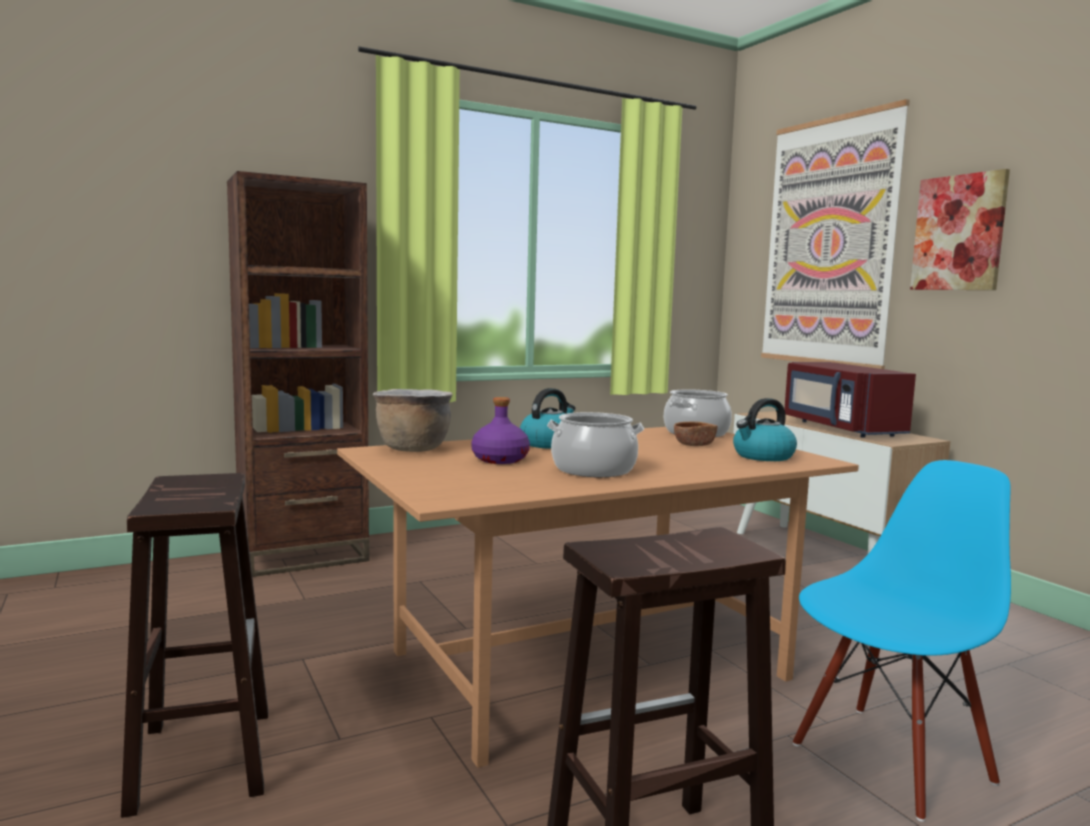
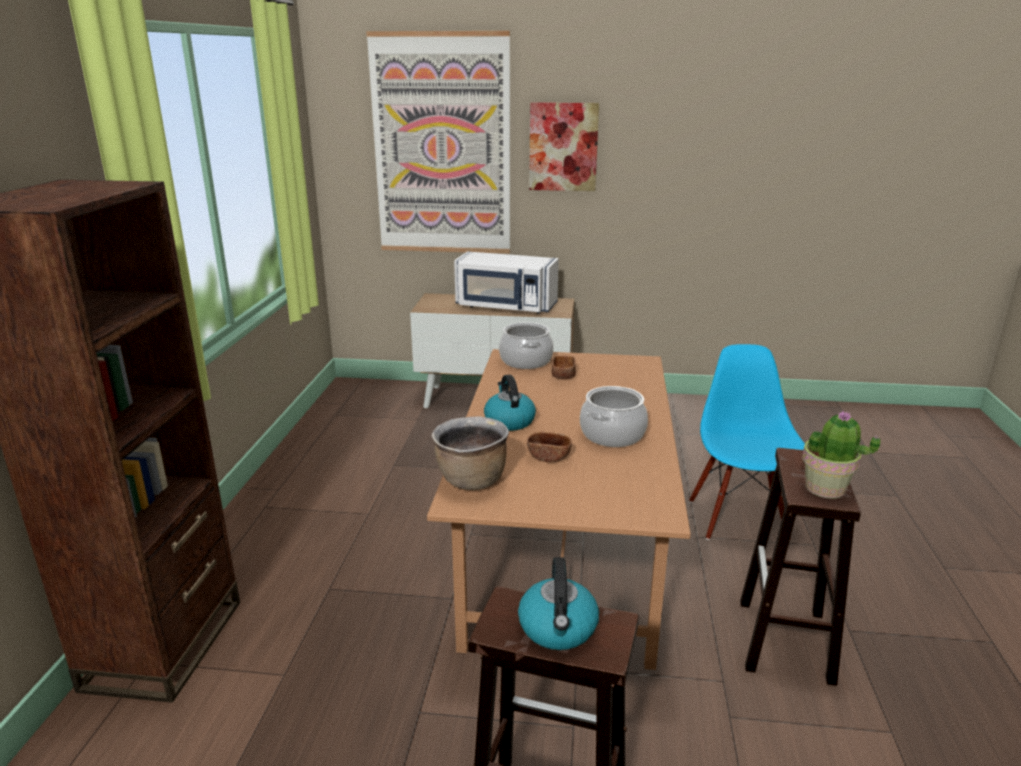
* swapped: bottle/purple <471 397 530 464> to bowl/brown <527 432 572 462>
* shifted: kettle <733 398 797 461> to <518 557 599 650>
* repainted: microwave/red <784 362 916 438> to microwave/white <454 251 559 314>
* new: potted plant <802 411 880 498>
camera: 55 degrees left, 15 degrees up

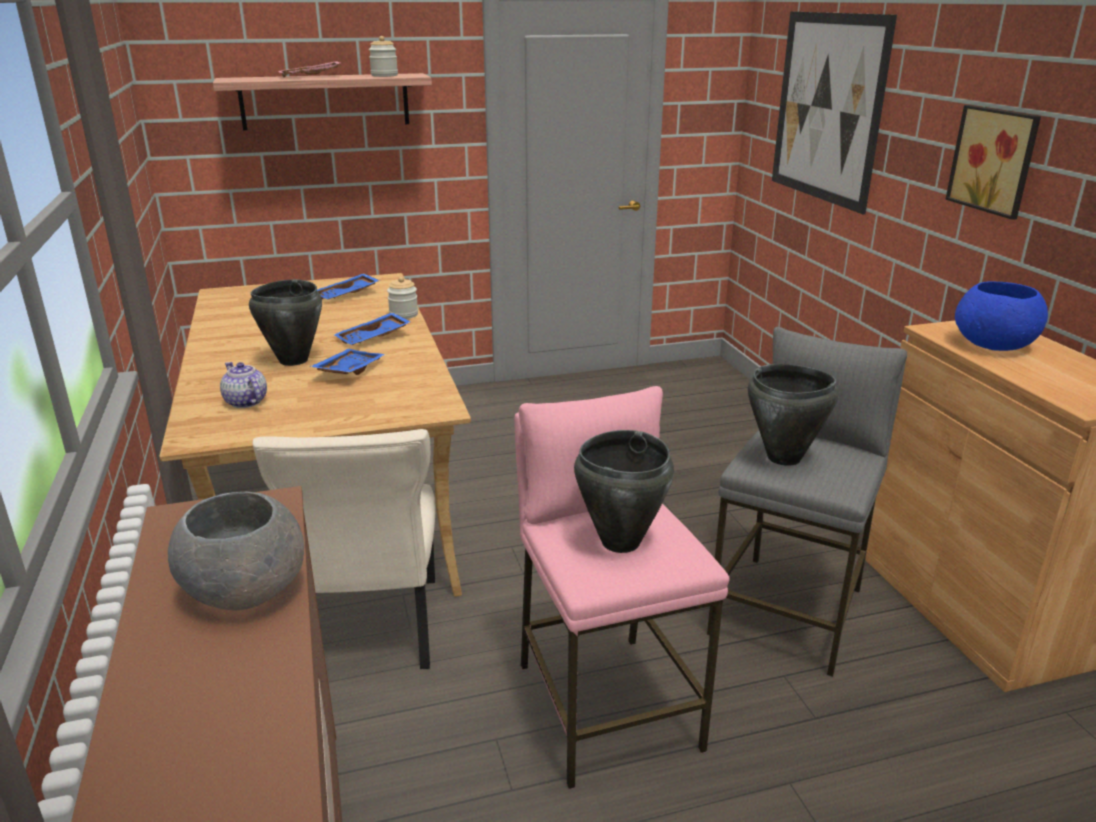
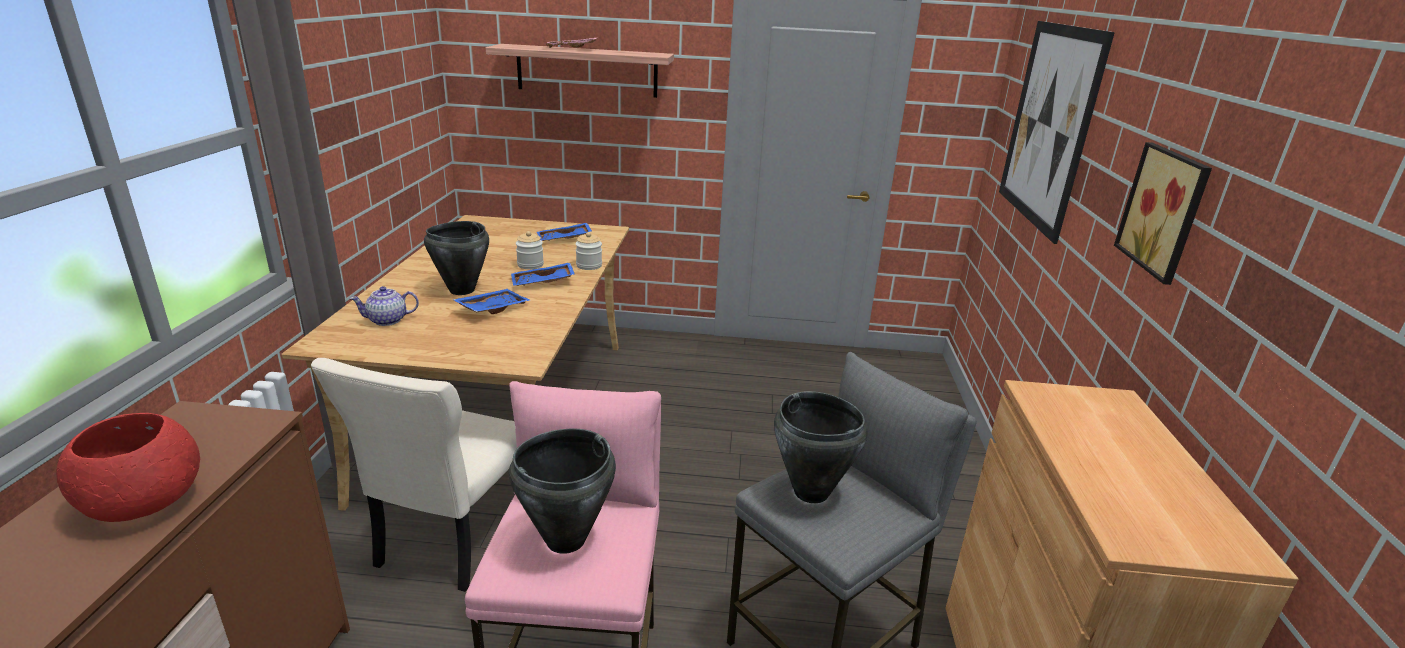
* repainted: bowl/grey <168 492 304 610> to bowl/red <56 413 200 522>
* rotated: teapot <220 362 267 408> = <349 286 419 326> 90 degrees counterclockwise
* shifted: jar <369 36 398 77> to <516 231 544 269>
* gone: bowl/blue <955 282 1048 351>
camera: 20 degrees right, 0 degrees up

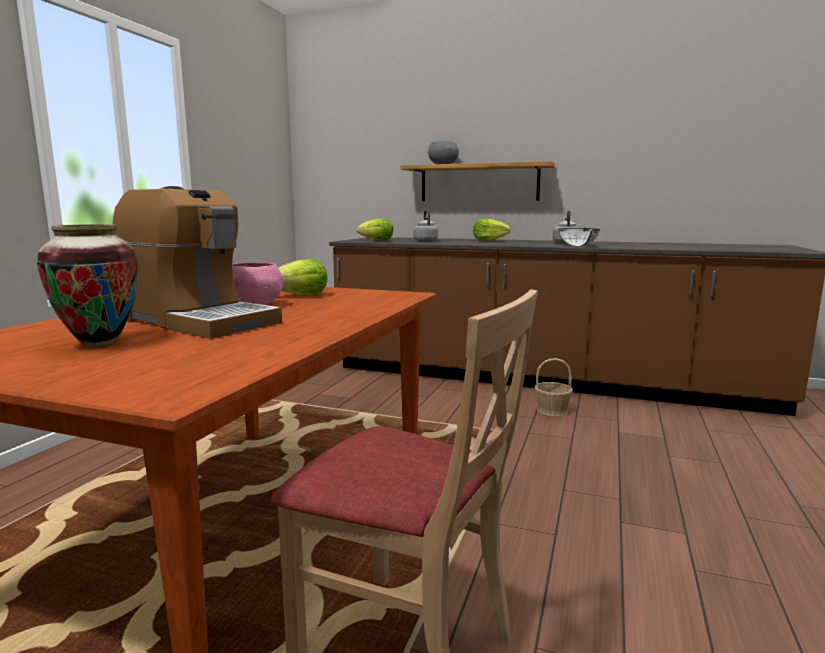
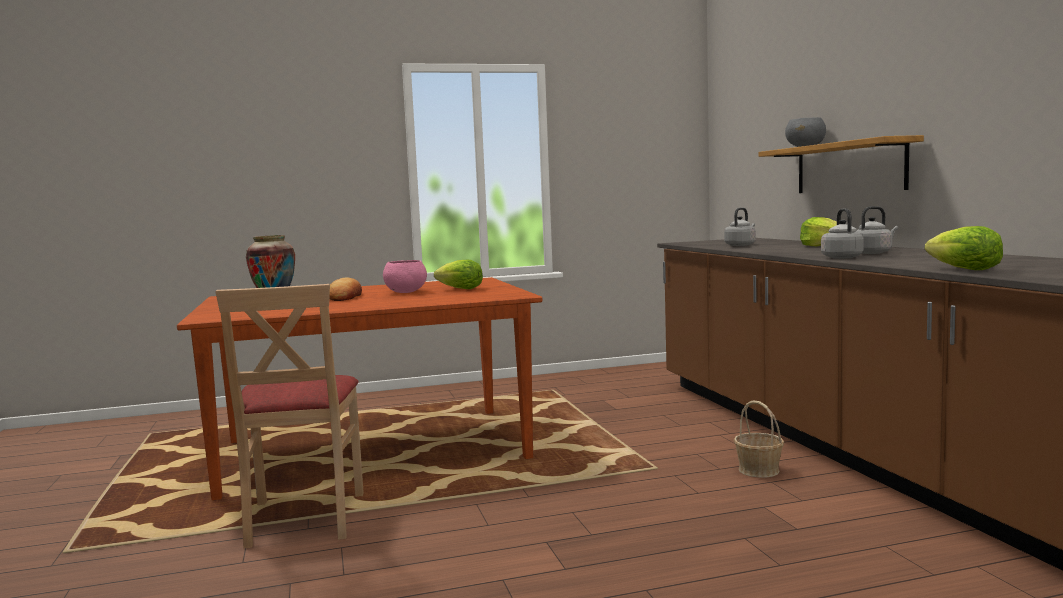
* swapped: coffee machine <112 186 282 339> to bread <329 278 362 301>
* shifted: lettuce <356 219 393 241> to <925 226 1003 270>
* swapped: bowl/white <558 228 600 246> to kettle/grey <821 208 864 259>
camera: 55 degrees right, 5 degrees down

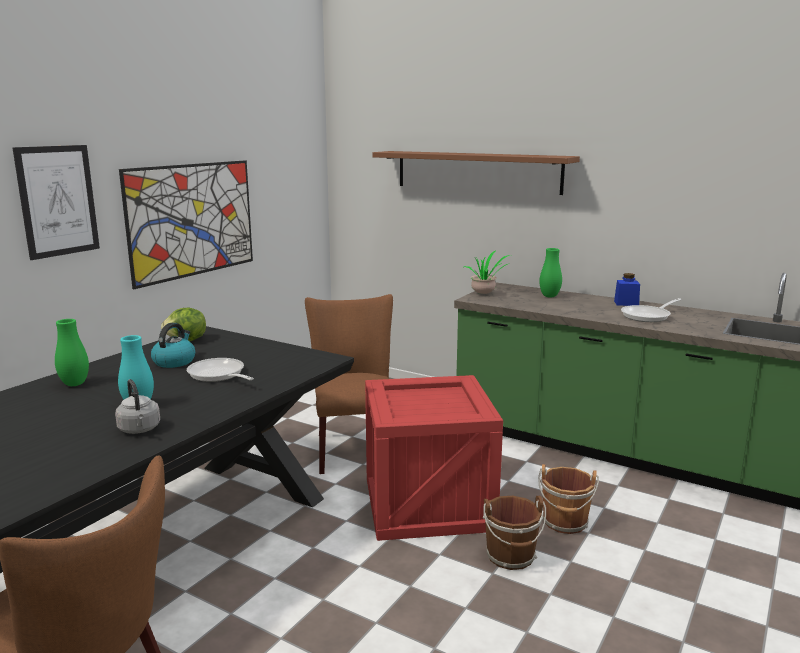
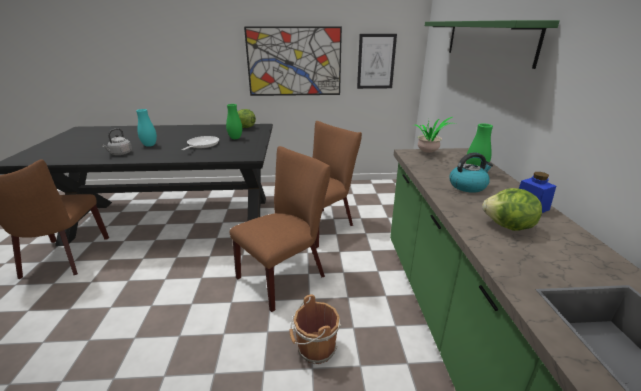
* shifted: picture <12 145 100 260> to <357 34 397 89>
* shifted: vase/green <55 319 89 386> to <226 104 242 139>
* shifted: kettle <151 323 195 368> to <449 152 493 193>
* swapped: crate <365 375 503 541> to chair/brown <230 146 330 312>
* repainted: shelf/brown <372 151 580 195> to shelf/green <425 20 560 69>
* gone: bucket/brown <483 496 546 570>
* swapped: frying pan <621 298 682 322> to lettuce <482 188 542 231>
camera: 55 degrees right, 10 degrees up

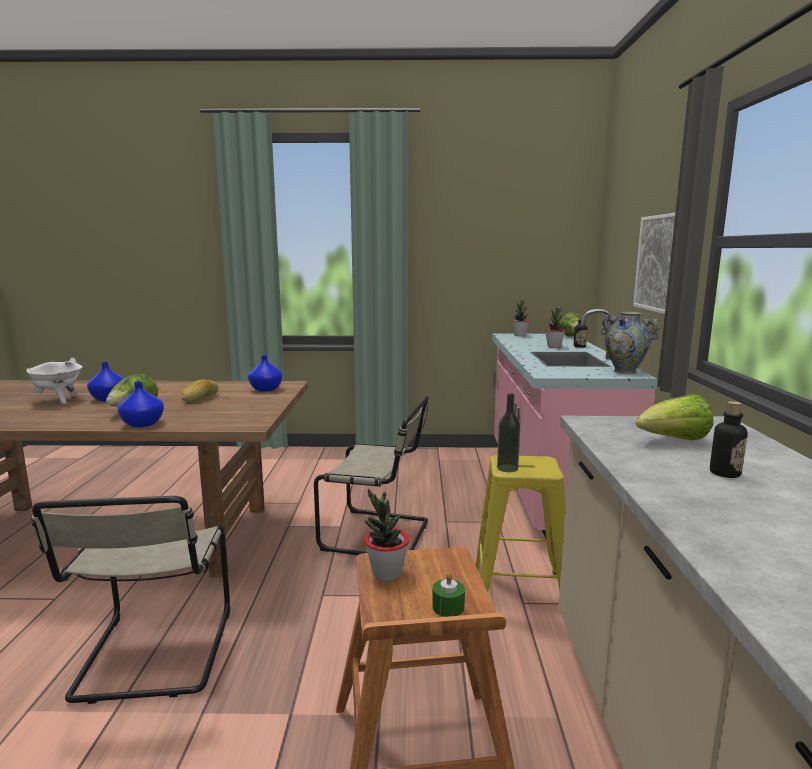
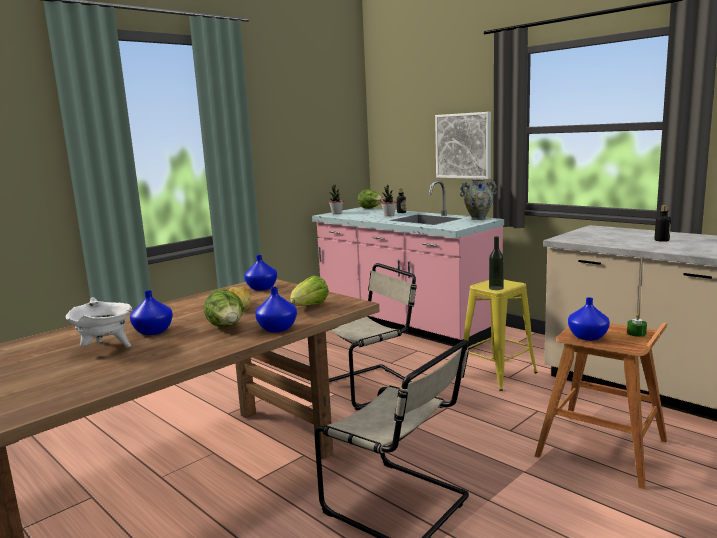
* swapped: potted plant <364 488 410 581> to vase/blue <568 297 610 341>
* shifted: lettuce <636 394 713 440> to <290 276 329 306>
camera: 45 degrees left, 0 degrees up

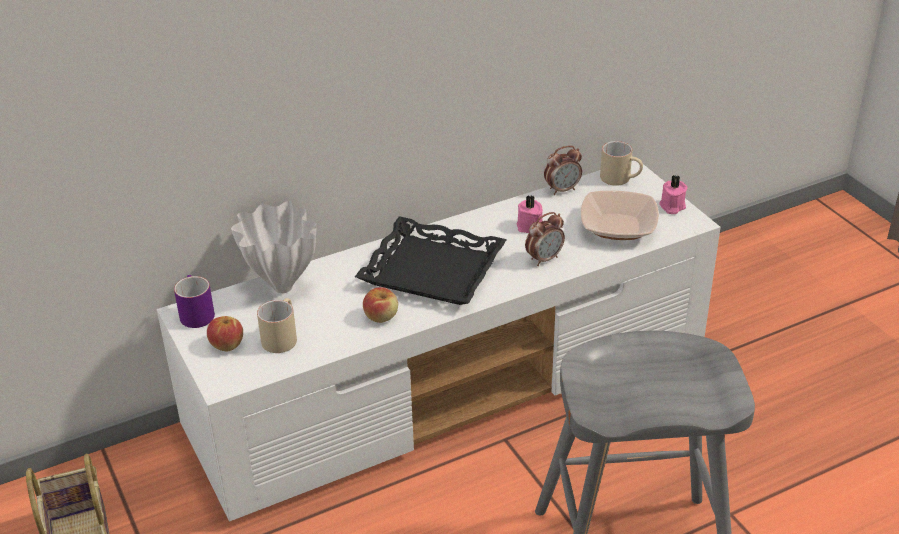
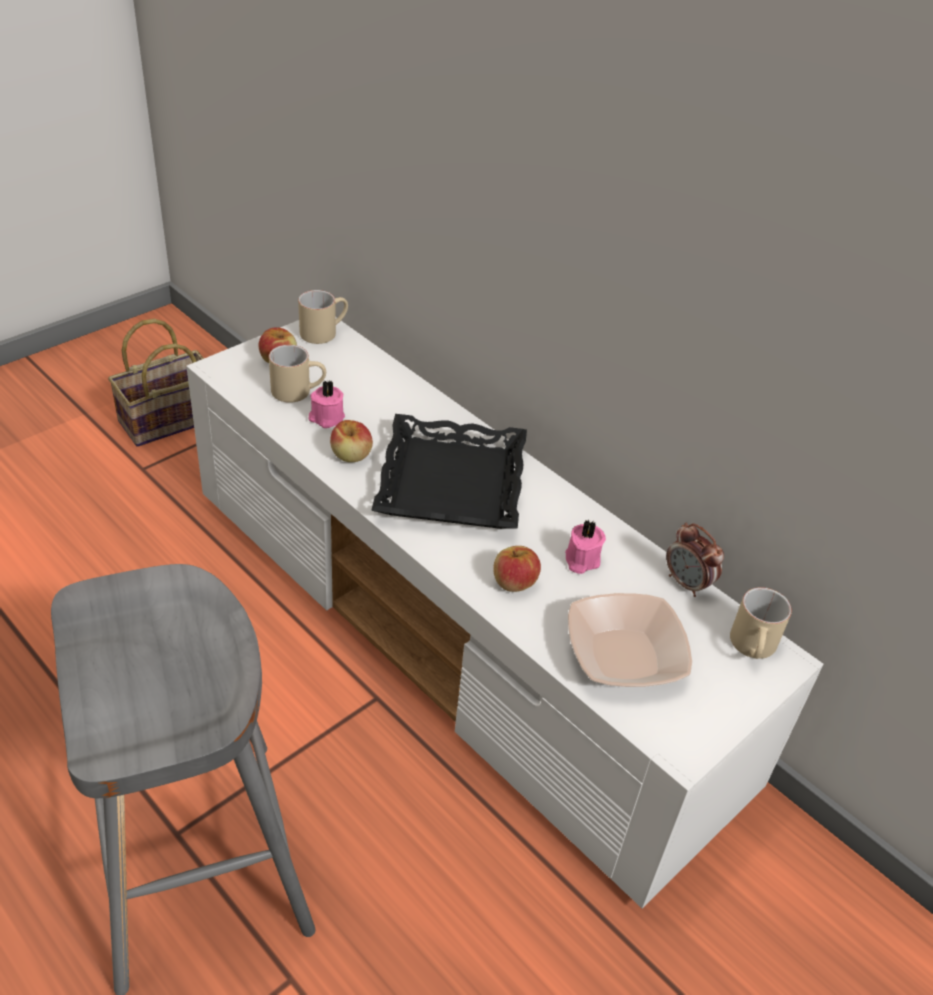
* repainted: mug/purple <174 275 215 328> to mug/beige <298 290 348 344>
* gone: vase/white <231 201 316 293>
* swapped: alarm clock <525 212 565 266> to apple <493 546 541 592>
* shifted: candle/pink <659 175 688 214> to <308 380 345 428>
camera: 70 degrees right, 5 degrees up

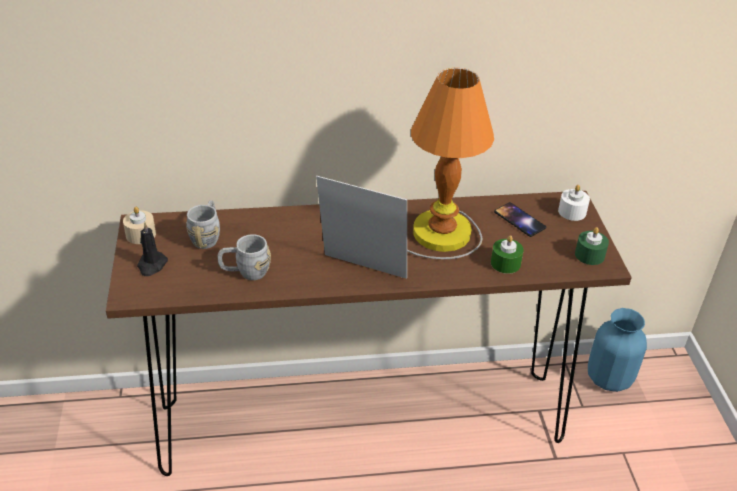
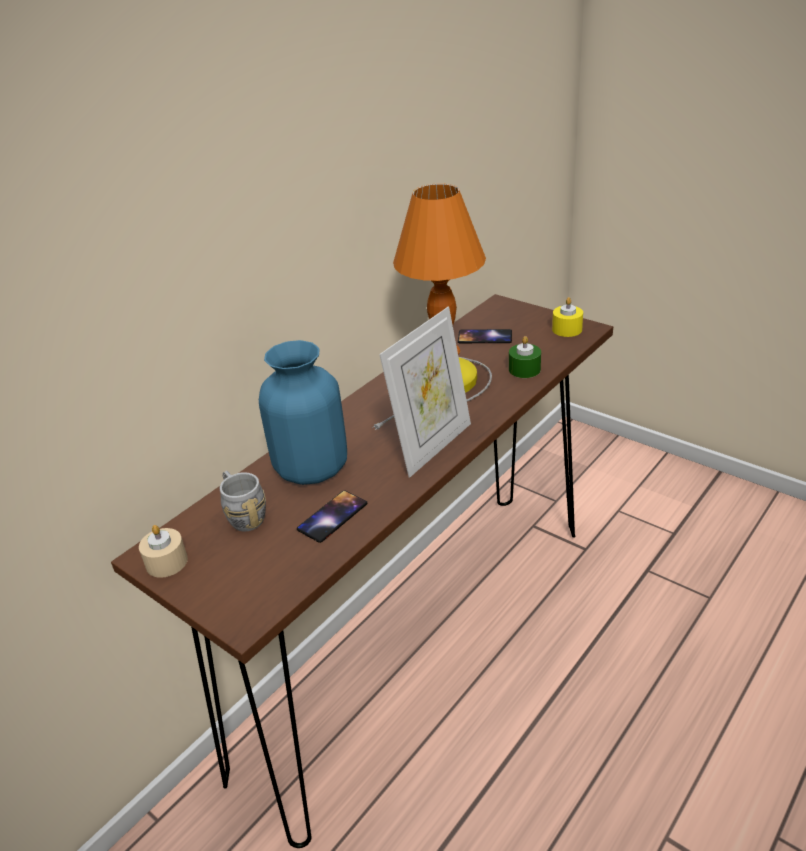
* gone: candle/black <137 222 168 276>
* swapped: mug/grey <218 234 271 280> to phone <297 490 367 543>
* rotated: picture frame <316 176 407 279> = <379 307 471 478> 150 degrees clockwise
* gone: candle/white <558 185 590 221>
* repainted: candle/green <575 227 609 265> to candle/yellow <552 297 583 337>
* shifted: vase/blue <588 308 647 392> to <259 340 347 485>
camera: 40 degrees left, 5 degrees down

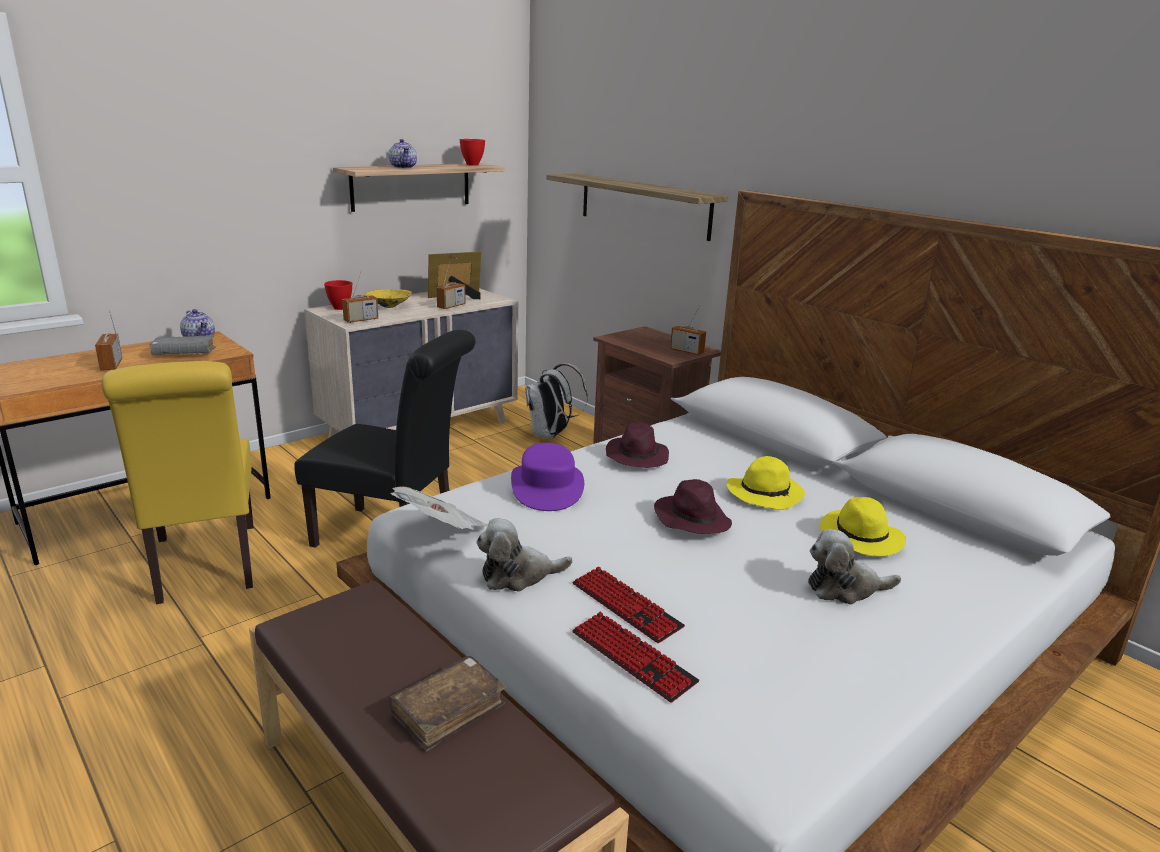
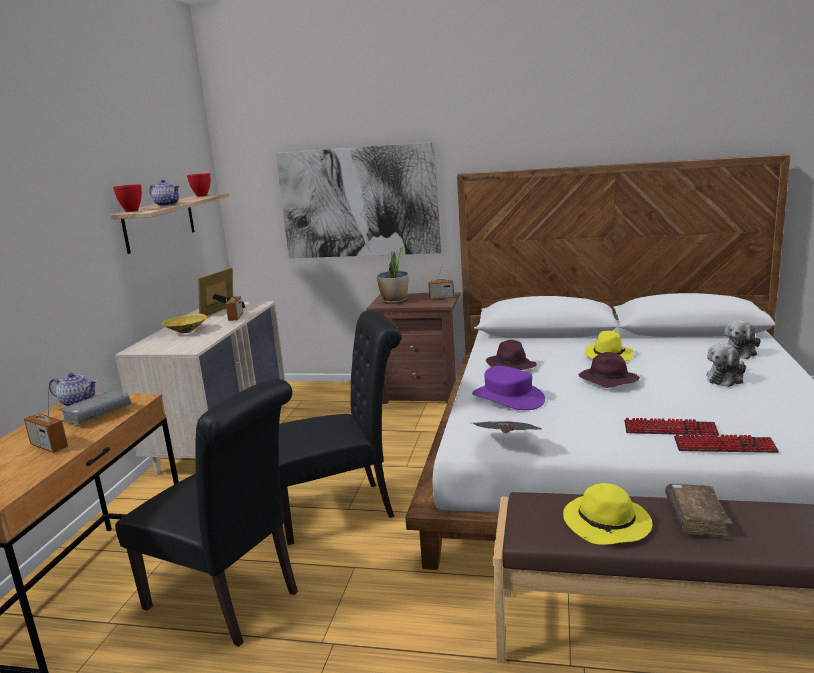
* repainted: chair/yellow <101 361 254 604> to chair/black <115 379 298 647>
* shifted: bowl/red <324 280 352 310> to <113 184 142 212>
* gone: radio <342 272 378 323>
* shifted: plush toy <476 518 572 592> to <725 320 761 359>
* gone: backpack/white <525 363 588 439>
* swapped: shelf <546 173 729 241> to picture <276 142 441 258>
* shifted: hat/yellow <820 497 906 556> to <563 483 652 545>
* new: potted plant <377 244 408 304>
camera: 35 degrees left, 5 degrees down

